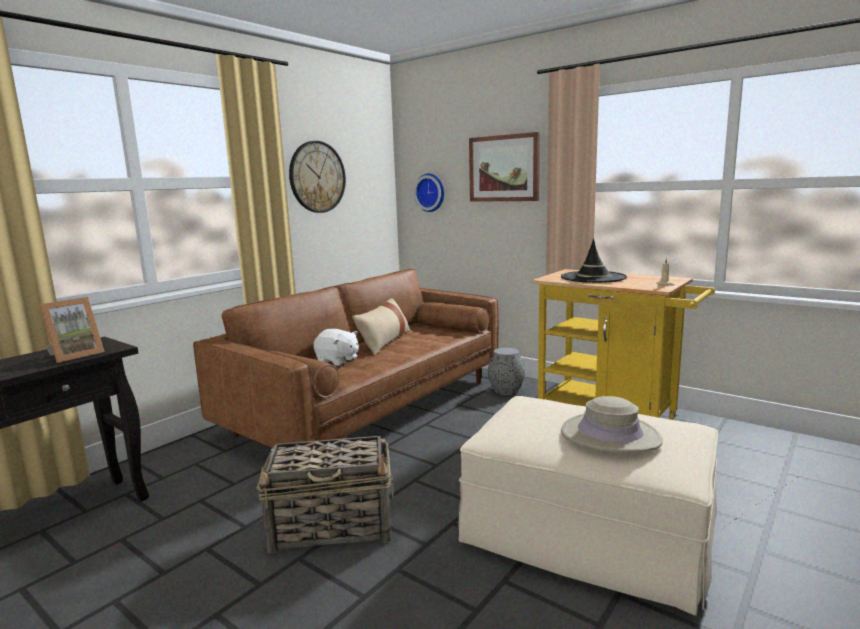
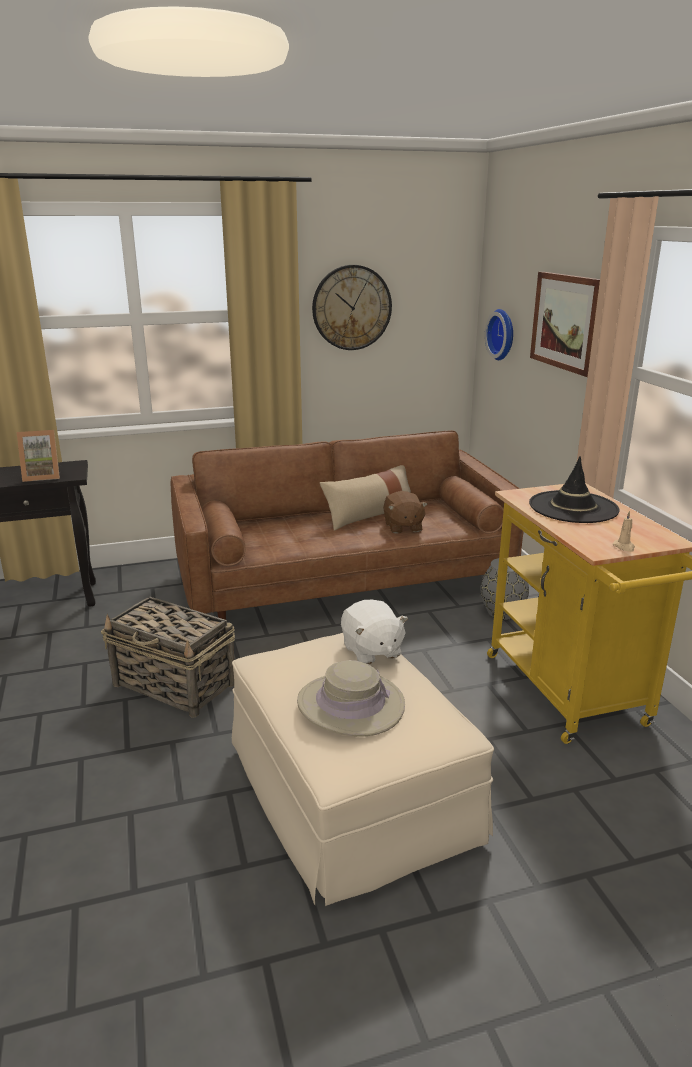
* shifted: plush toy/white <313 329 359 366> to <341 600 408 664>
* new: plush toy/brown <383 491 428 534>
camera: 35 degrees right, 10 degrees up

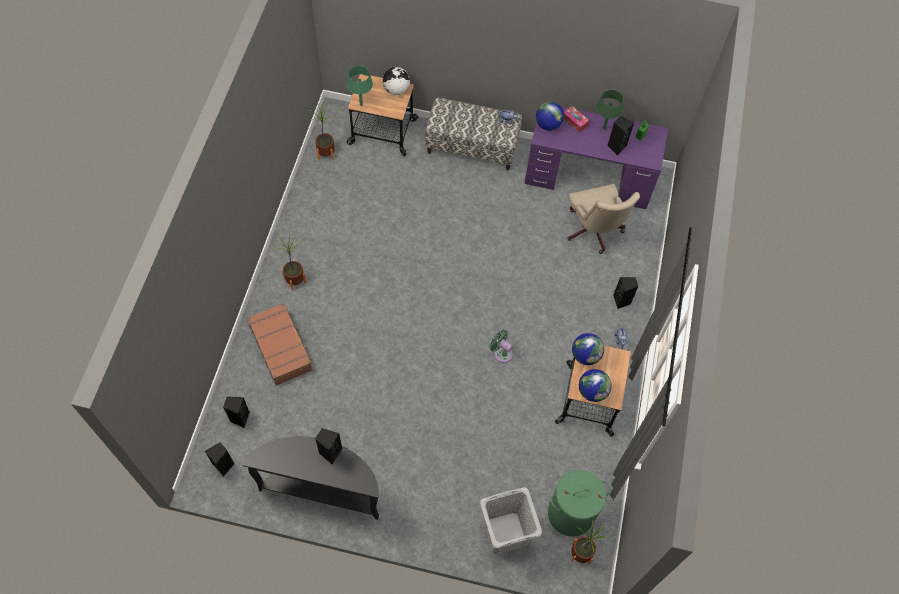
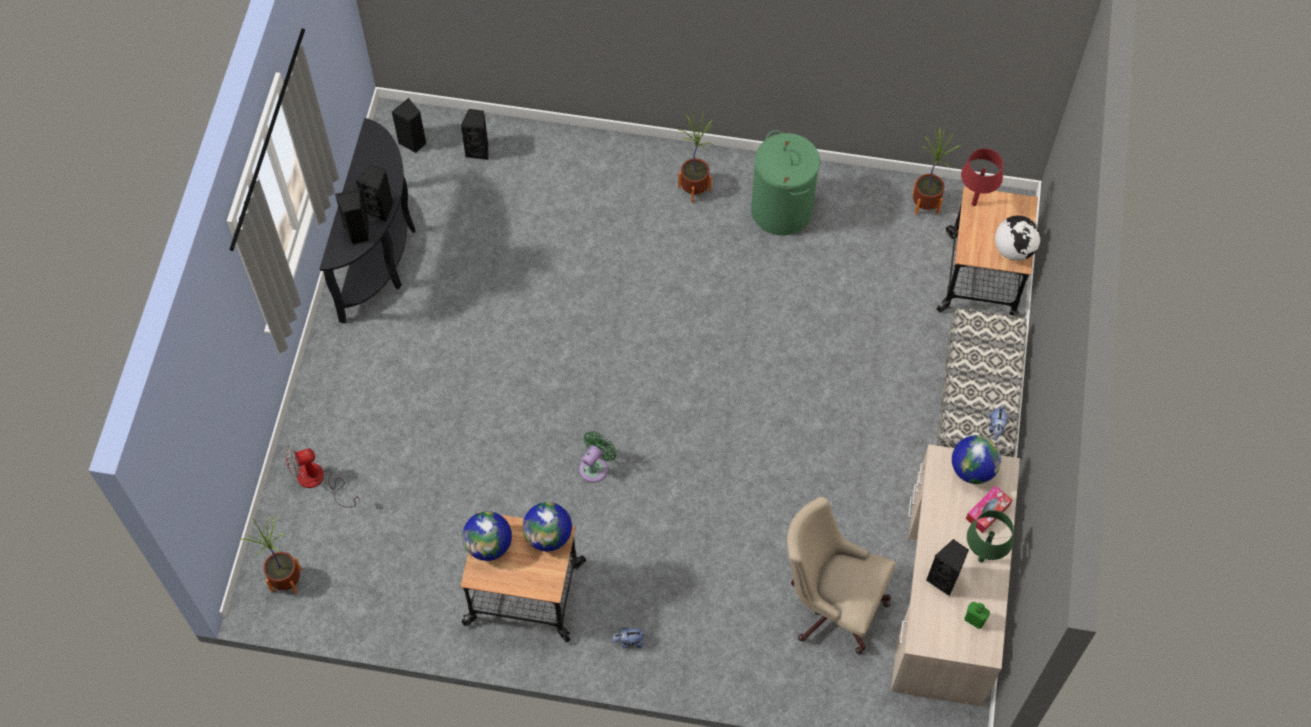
* gone: suitcase/brown <247 303 313 386>
* repainted: table lamp/green <347 66 373 106> to table lamp/red <961 148 1003 206>
* swapped: laundry basket/grey <480 487 542 555> to fan <284 445 360 508>
* repainted: desk/purple <524 102 668 209> to desk/beige <891 444 1020 707>
* shifted: laundry basket/green <548 470 610 537> to <751 130 820 235>
* rotated: office chair/beige <567 184 640 254> = <787 497 896 655> 45 degrees clockwise
* shifted: speaker/black <613 277 639 309> to <335 188 369 245>
camera: 90 degrees right, 0 degrees up

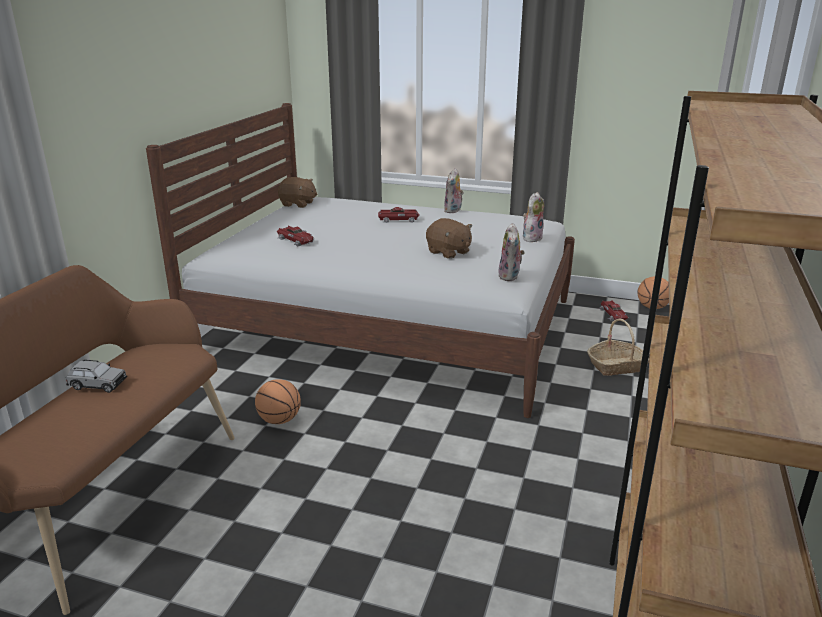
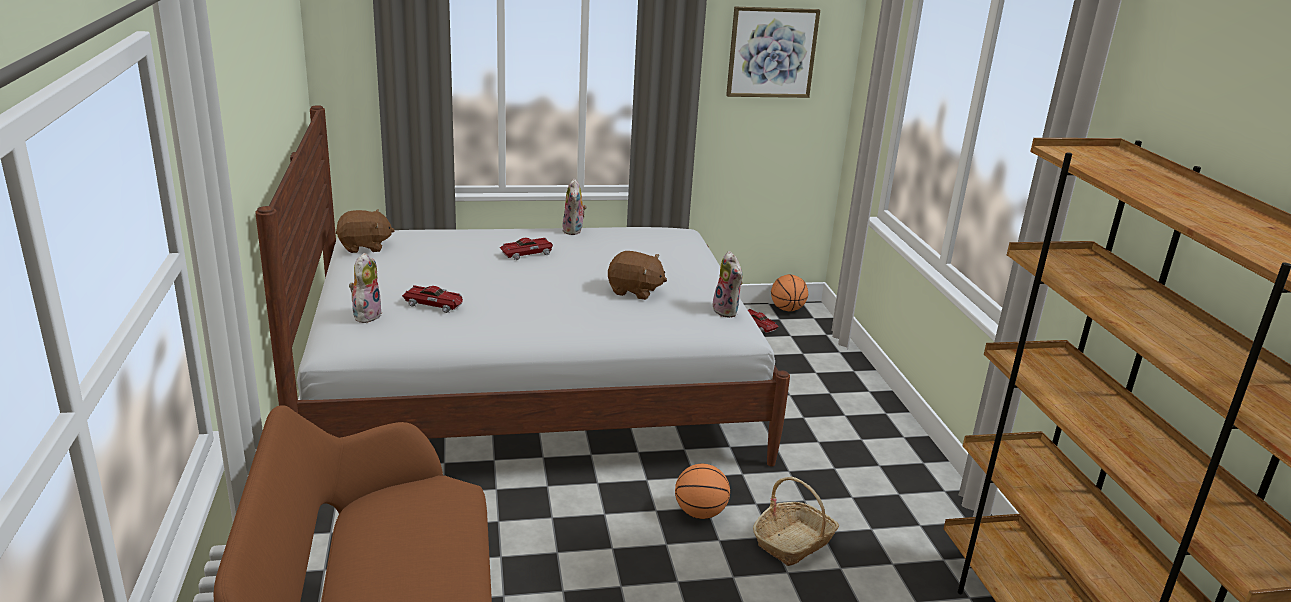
* gone: toy car/grey <66 360 127 393>
* shifted: basketball <255 379 301 424> to <675 464 730 519>
* shifted: plush toy <523 192 544 242> to <349 253 382 323>
* shifted: basket <587 319 649 376> to <753 477 839 566>
* new: picture <726 7 820 98>
camera: 30 degrees left, 0 degrees up

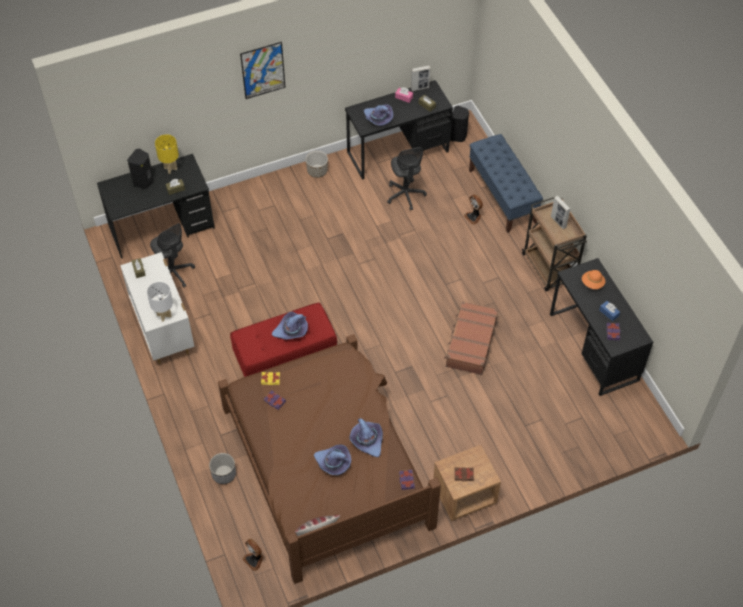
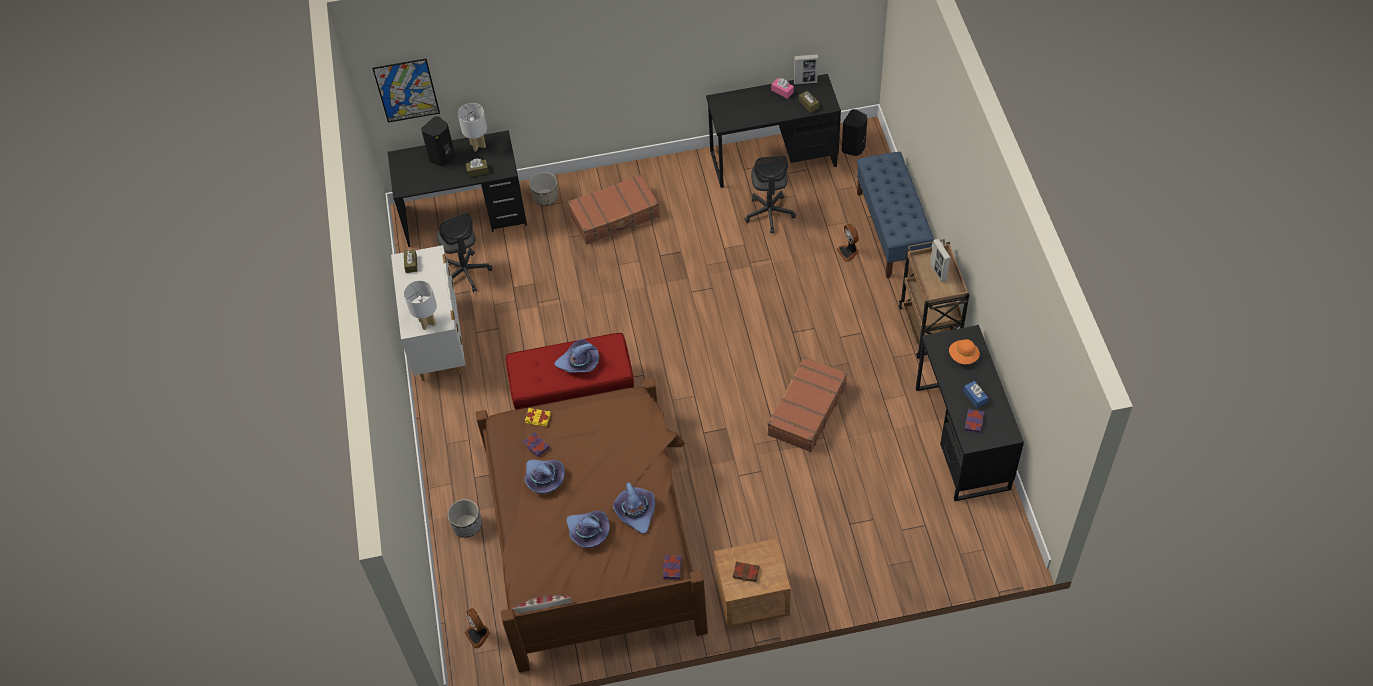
* repainted: table lamp/yellow <155 134 179 174> to table lamp/white <458 103 487 151>
* shifted: picture <240 42 286 99> to <372 58 440 123>
* shifted: planter <306 151 328 178> to <529 172 558 206>
* shifted: hat/purple <364 104 393 126> to <525 459 565 494>
* new: suitcase/brown <568 174 660 244>
camera: 15 degrees right, 0 degrees up

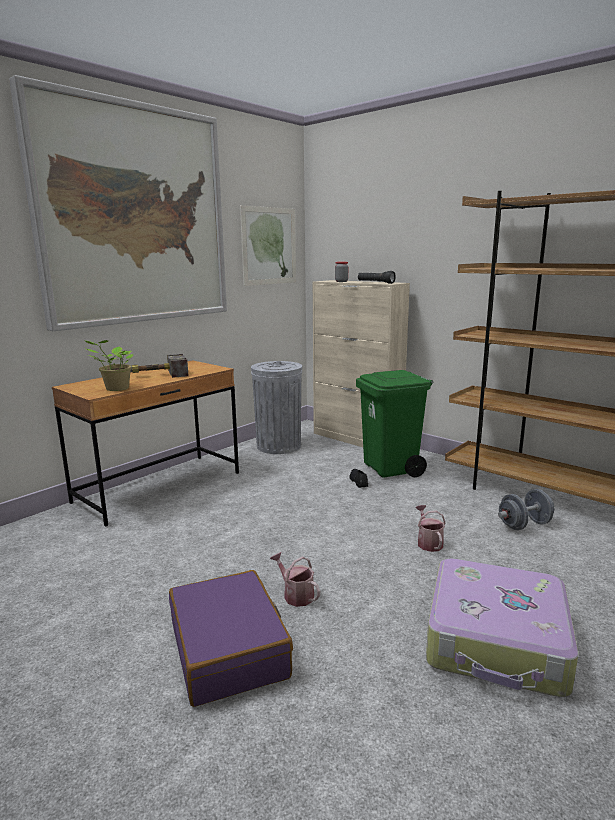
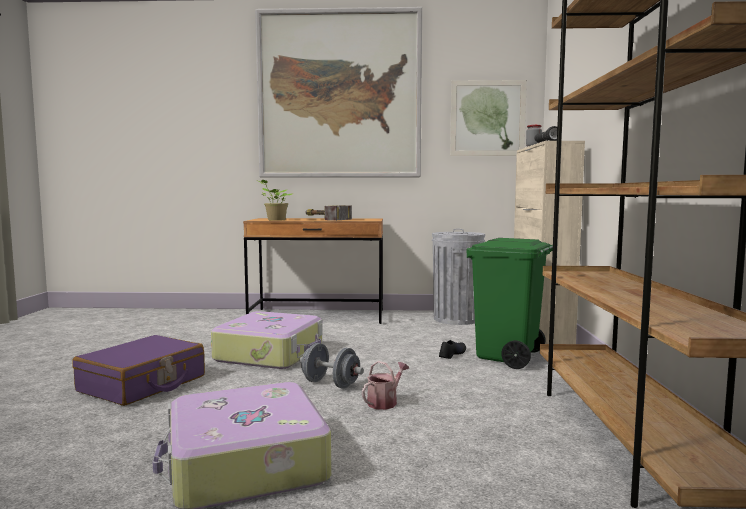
* gone: watering can <270 552 320 607>
* shifted: dumbbell/grey <498 489 554 530> to <299 343 364 388>
* new: suitcase <211 311 323 369>
camera: 50 degrees right, 10 degrees down

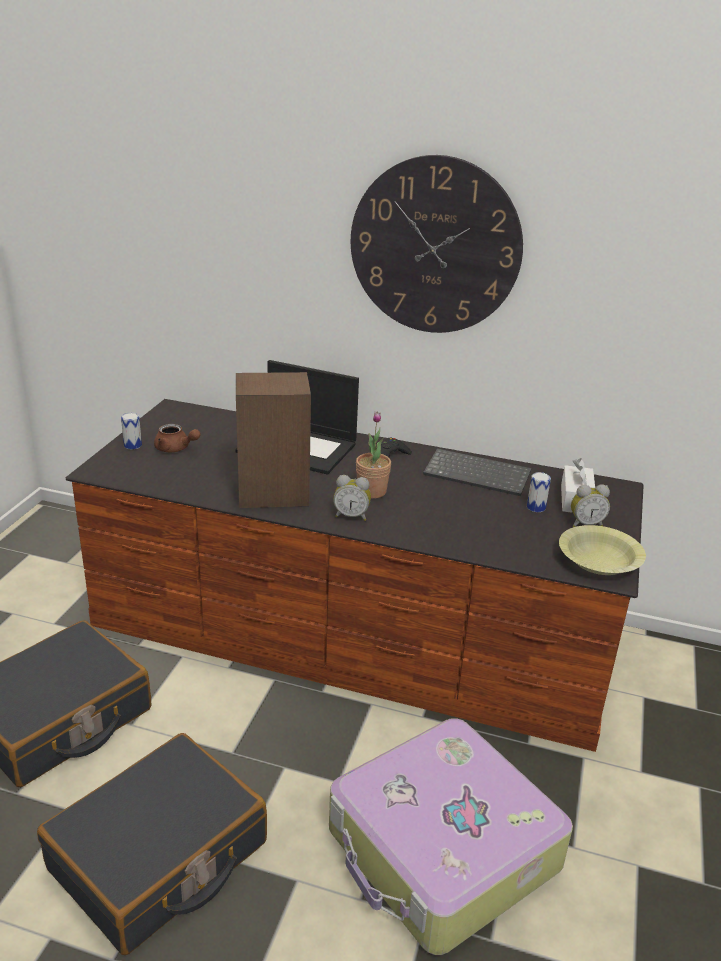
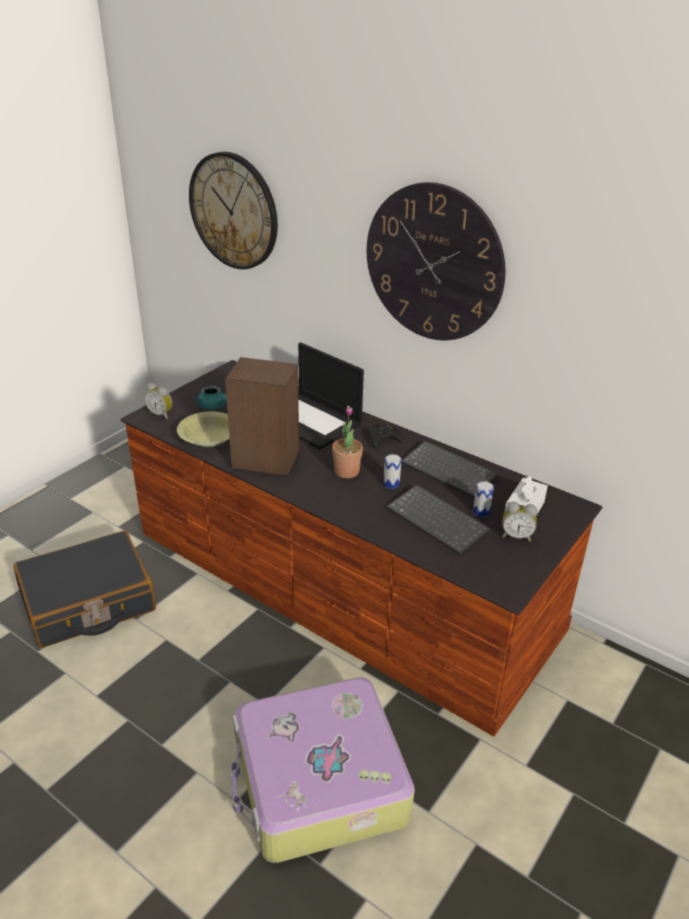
* gone: suitcase/black <37 733 267 955>
* shifted: can <121 413 142 449> to <383 454 402 489>
* repainted: teapot/brown <154 424 201 452> to teapot/turquoise <196 386 227 410>
* shifted: alarm clock <333 475 371 521> to <144 383 172 420>
* shifted: bowl/yellow <559 525 646 575> to <177 411 230 447>
* new: wall clock <189 152 278 269>
* new: keyboard <387 485 490 555>
camera: 20 degrees right, 5 degrees up

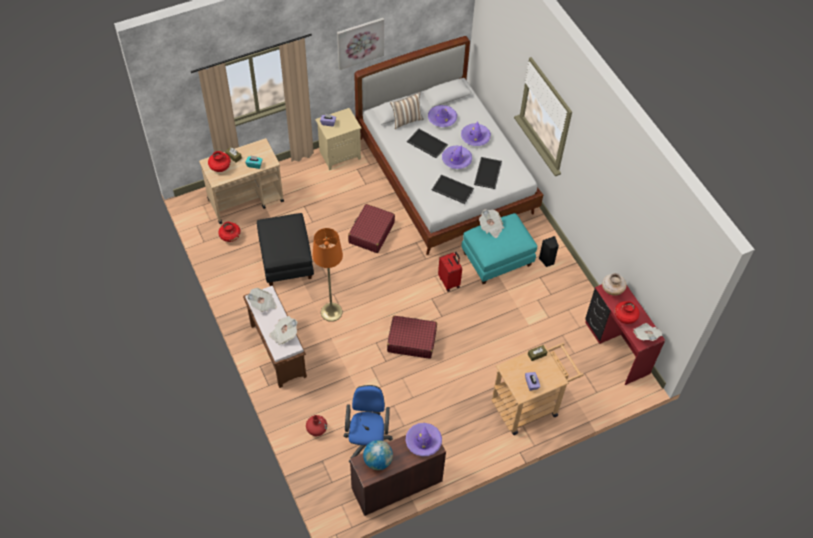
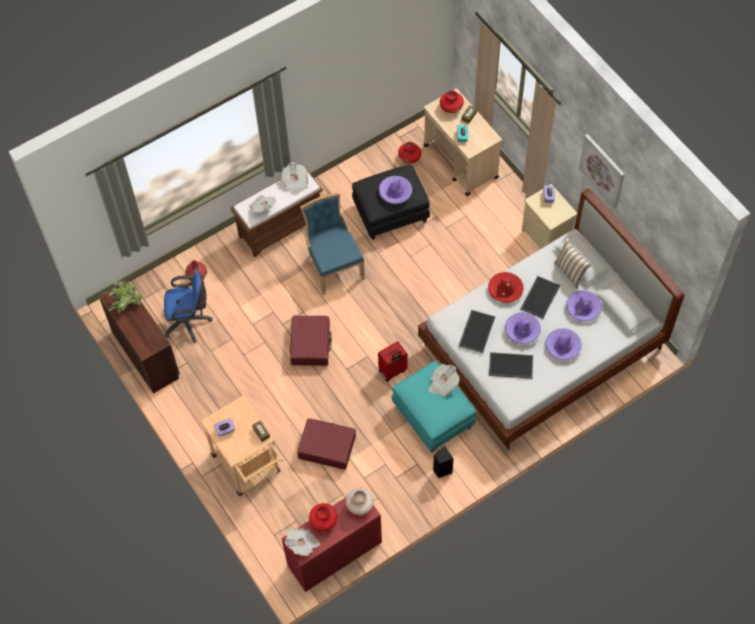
* swapped: floor lamp/orange <312 228 343 322> to chair/blue <300 193 365 295>
* shifted: suitcase/red <348 204 395 253> to <297 418 356 470>
* swapped: globe <363 440 393 470> to potted plant <107 281 142 313>
* shifted: hat/purple <406 423 442 457> to <378 176 412 204>
* new: hat/red <488 272 524 303>
camera: 85 degrees right, 5 degrees up

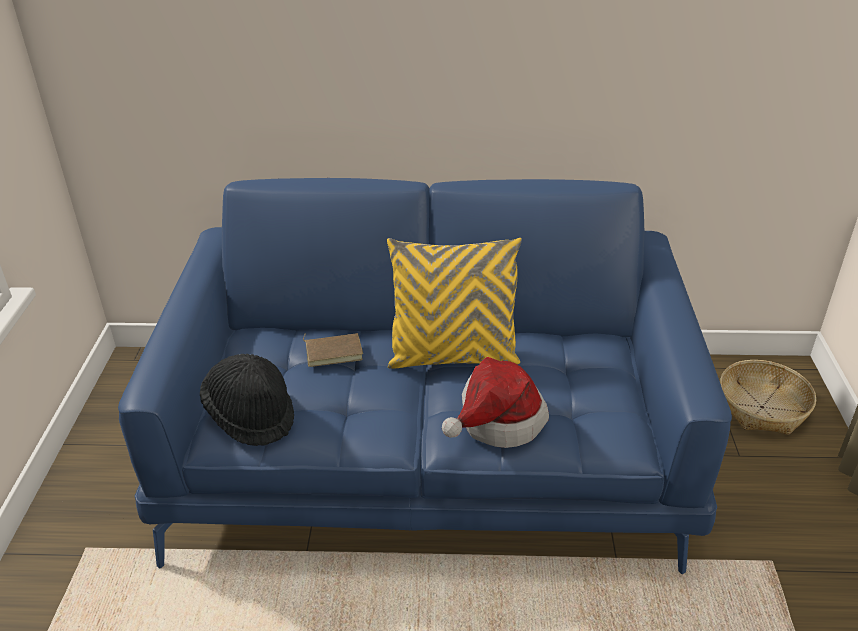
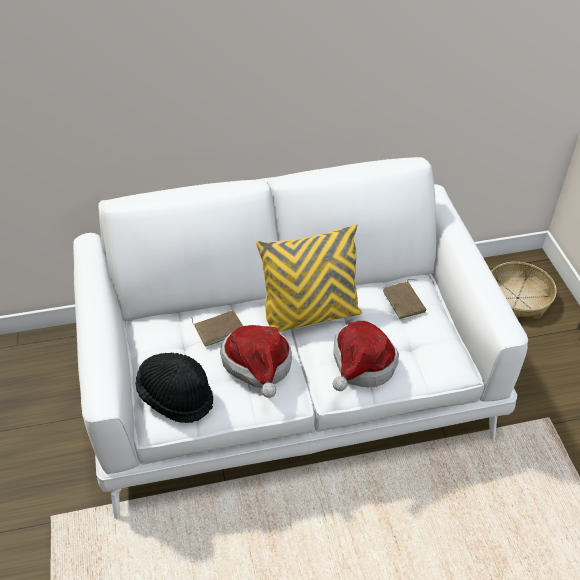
* repainted: sofa/blue <118 178 732 574> to sofa/white <73 157 528 519>
* new: hat <220 325 292 398>
* new: book/brown <383 279 426 319>
camera: 15 degrees left, 10 degrees up

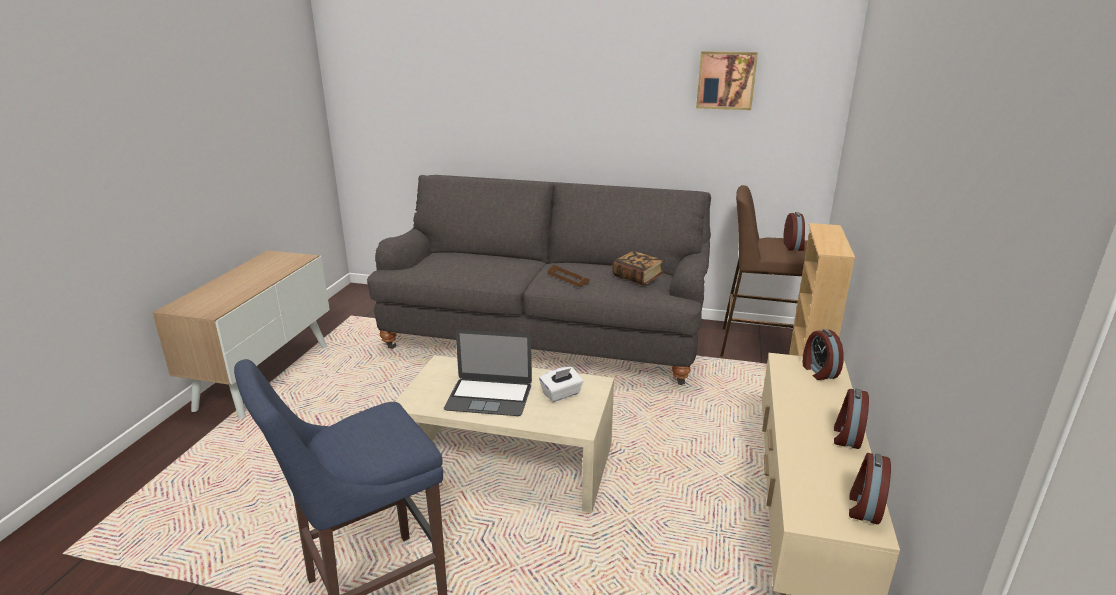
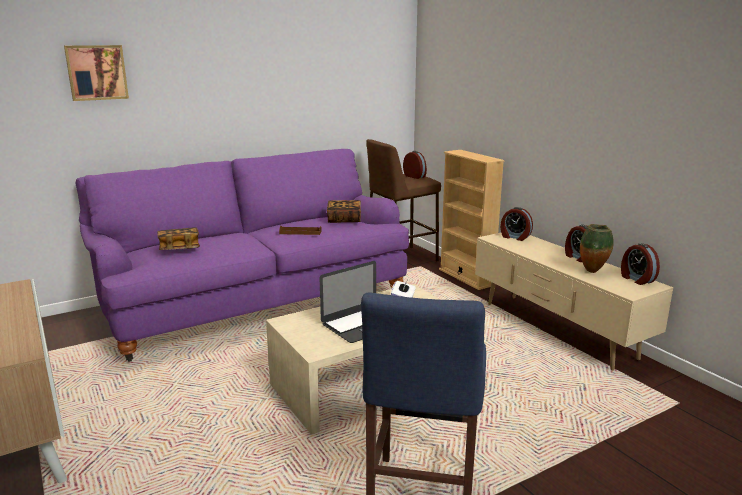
* repainted: sofa/grey <367 175 711 385> to sofa/purple <75 149 409 362>
* shifted: picture <696 51 758 110> to <64 45 129 101>
* new: book <157 228 200 250>
* new: vase <580 224 614 273>
camera: 45 degrees left, 5 degrees down

